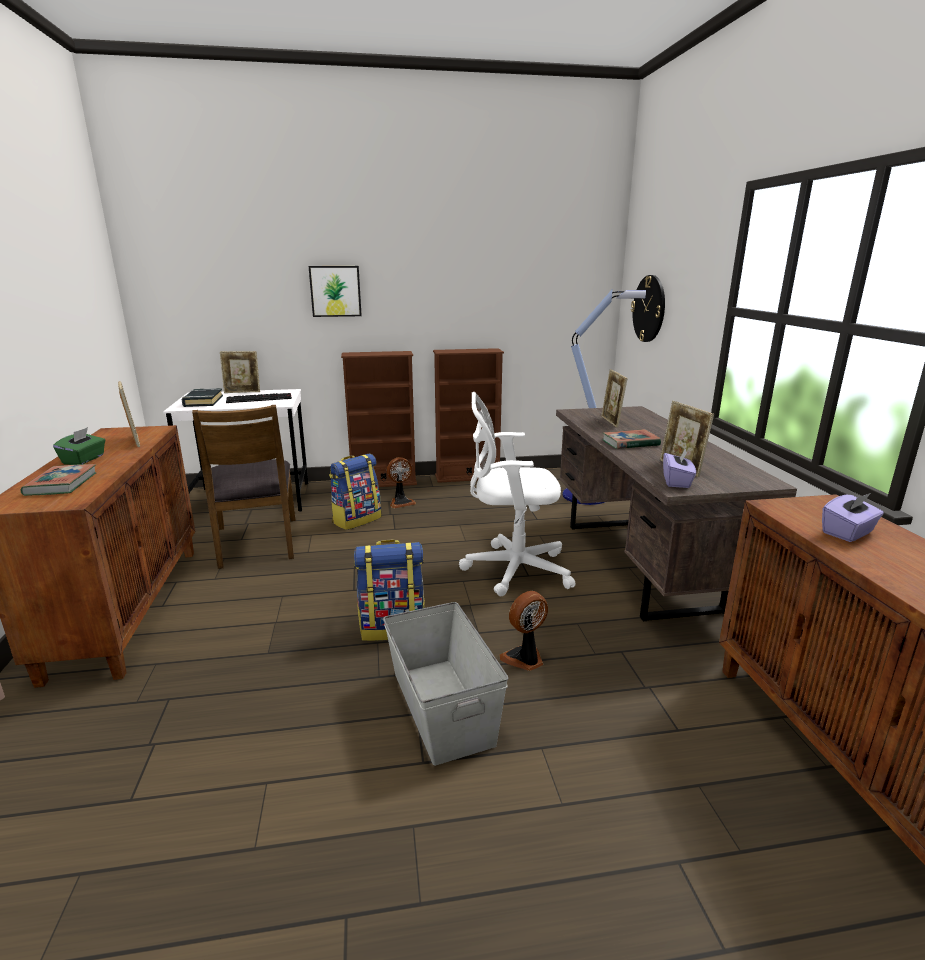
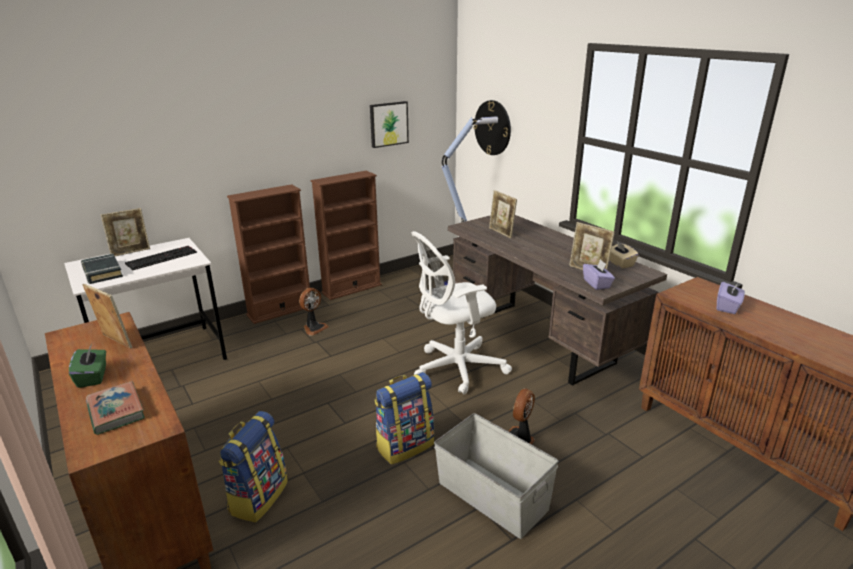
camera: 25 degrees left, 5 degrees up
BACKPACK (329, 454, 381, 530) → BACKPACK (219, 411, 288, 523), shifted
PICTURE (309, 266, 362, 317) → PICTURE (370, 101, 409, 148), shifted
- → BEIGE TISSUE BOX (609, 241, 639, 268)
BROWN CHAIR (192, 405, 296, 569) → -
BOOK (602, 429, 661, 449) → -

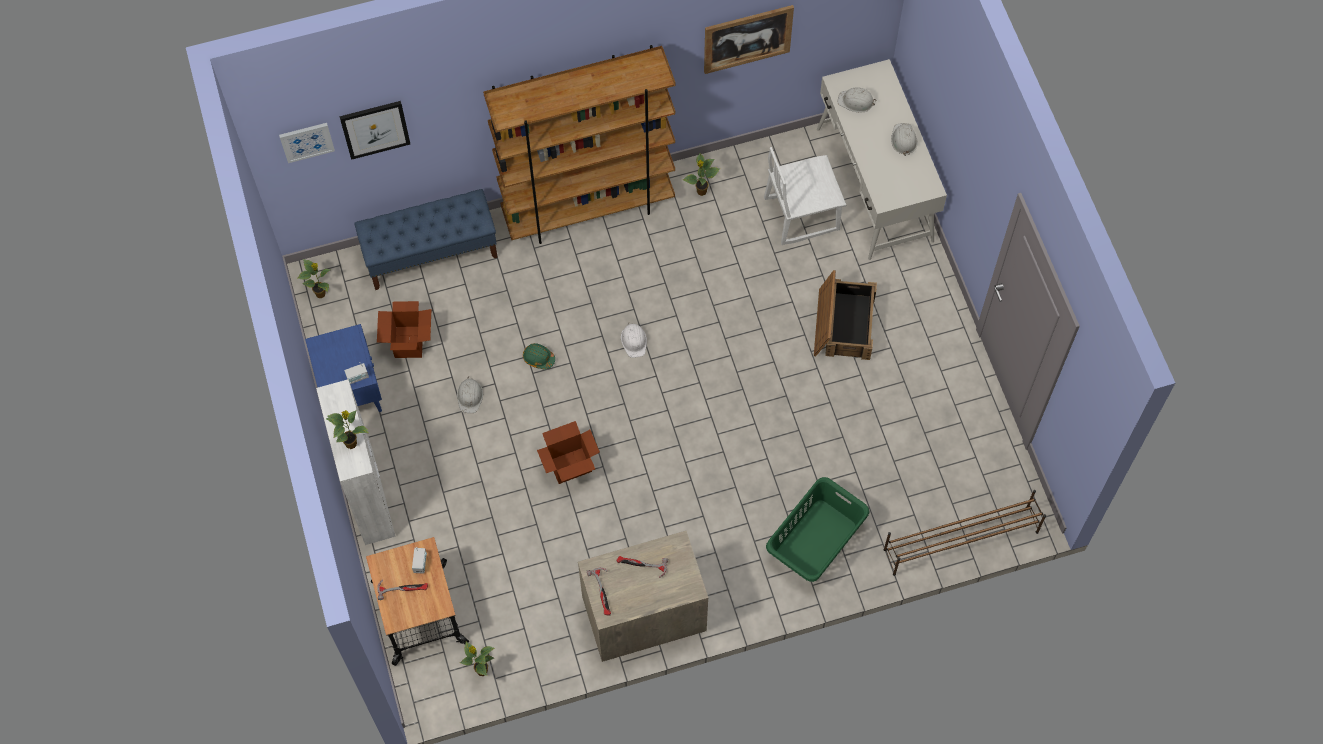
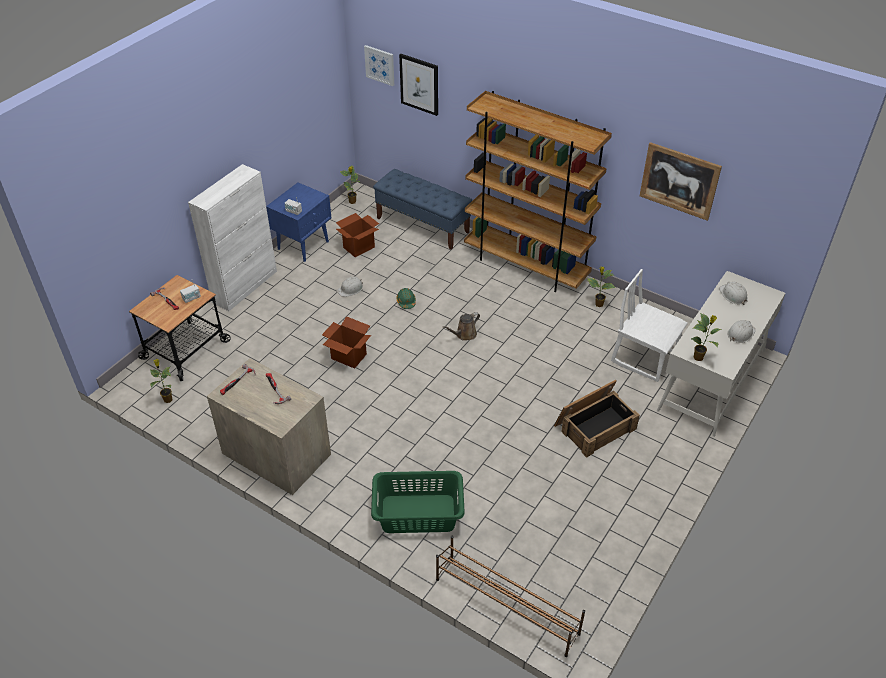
camera: 50 degrees right, 20 degrees down
WHITE HARD HAT (621, 322, 647, 358) → BROWN WATERING CAN (443, 312, 480, 341)
POTTED PLANT (326, 410, 369, 449) → POTTED PLANT (691, 313, 722, 361), shifted

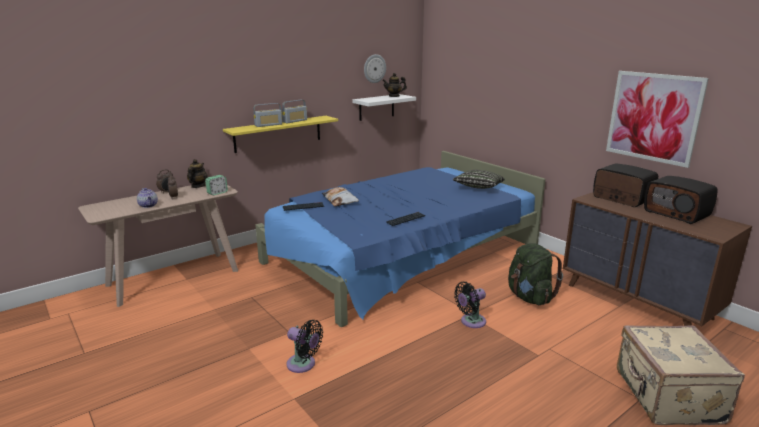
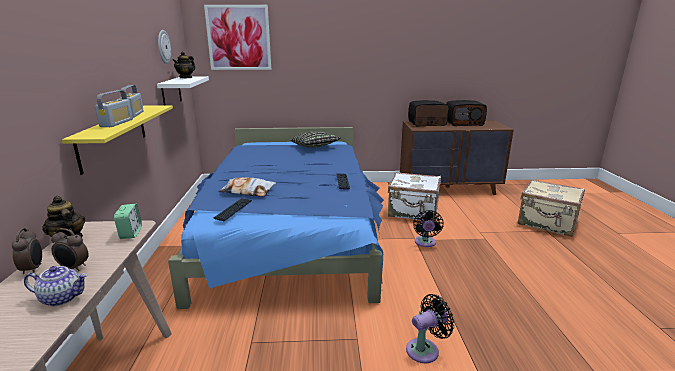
camera: 55 degrees left, 0 degrees up
PICTURE (606, 71, 709, 168) → PICTURE (204, 5, 271, 70), shifted
GREEN BACKPACK (508, 243, 563, 305) → WHITE SUITCASE (388, 172, 441, 222)

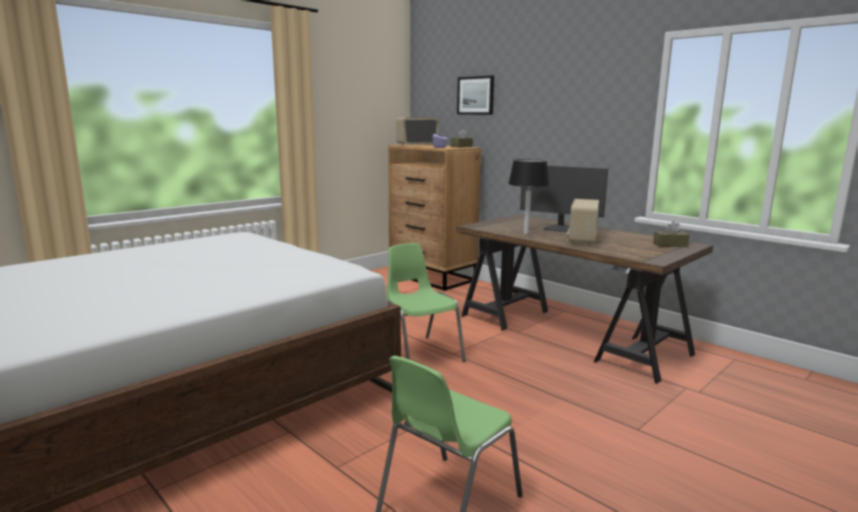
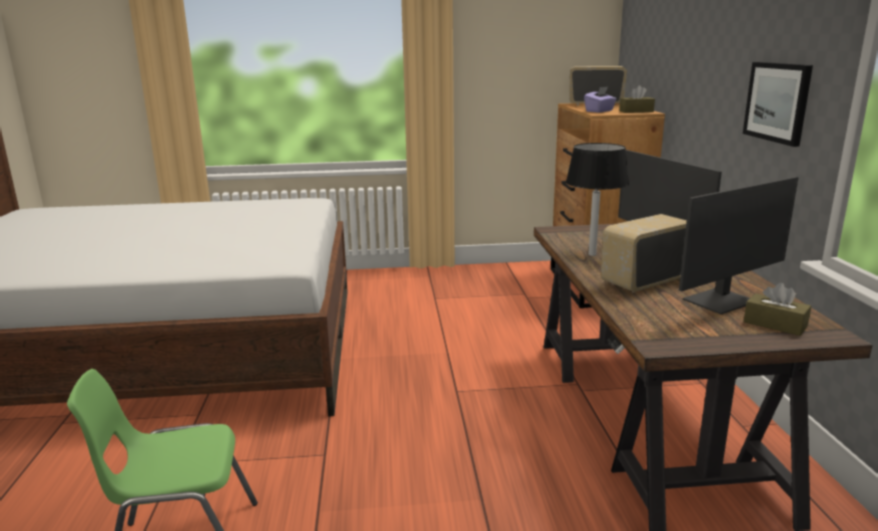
camera: 40 degrees right, 5 degrees up
- → MONITOR (679, 177, 799, 314)
PICTURE (457, 75, 494, 115) → PICTURE (743, 62, 813, 147), shifted
GREEN CHAIR (387, 243, 466, 362) → -

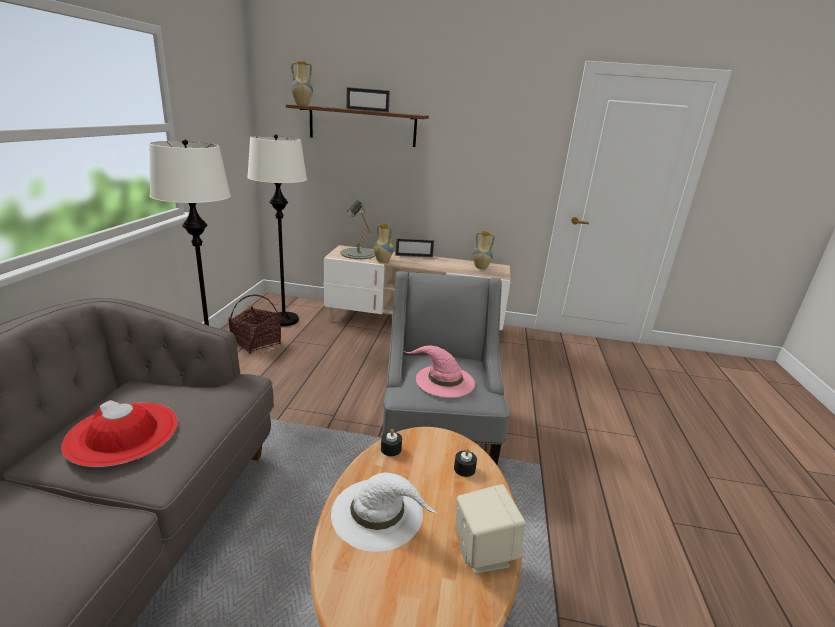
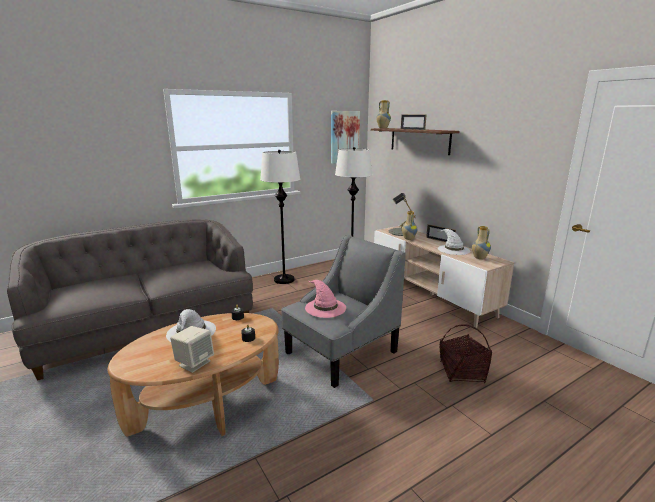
camera: 50 degrees right, 5 degrees down
- → PICTURE (331, 111, 360, 164)
- → WHITE HAT (436, 229, 471, 255)
BASKET (229, 295, 281, 354) → BASKET (440, 324, 492, 383), shifted
RED HAT (61, 400, 178, 467) → -

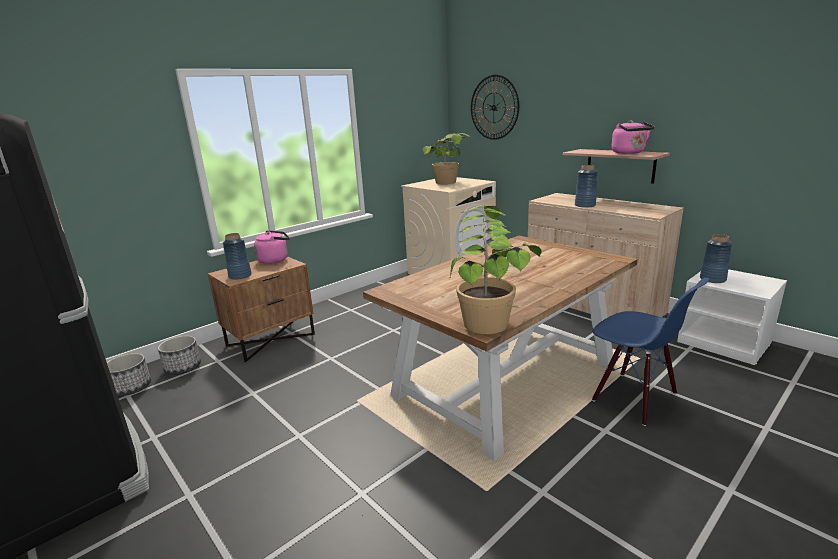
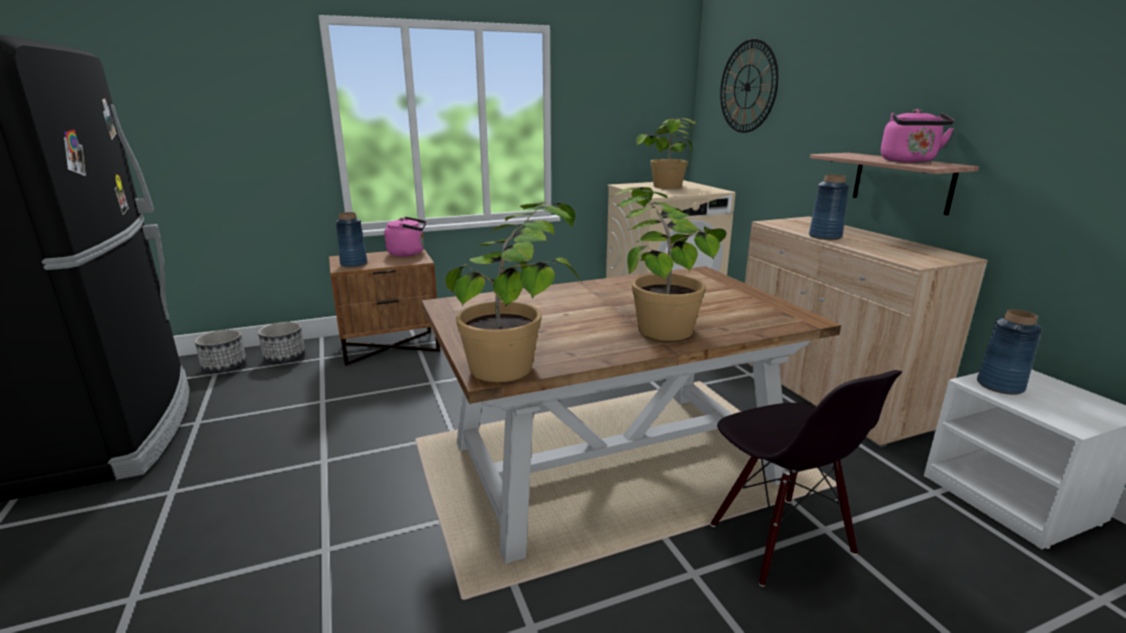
camera: 20 degrees right, 0 degrees up
- → POTTED PLANT (609, 187, 727, 341)
BLUE CHAIR (592, 278, 710, 426) → BLACK CHAIR (711, 370, 902, 587)

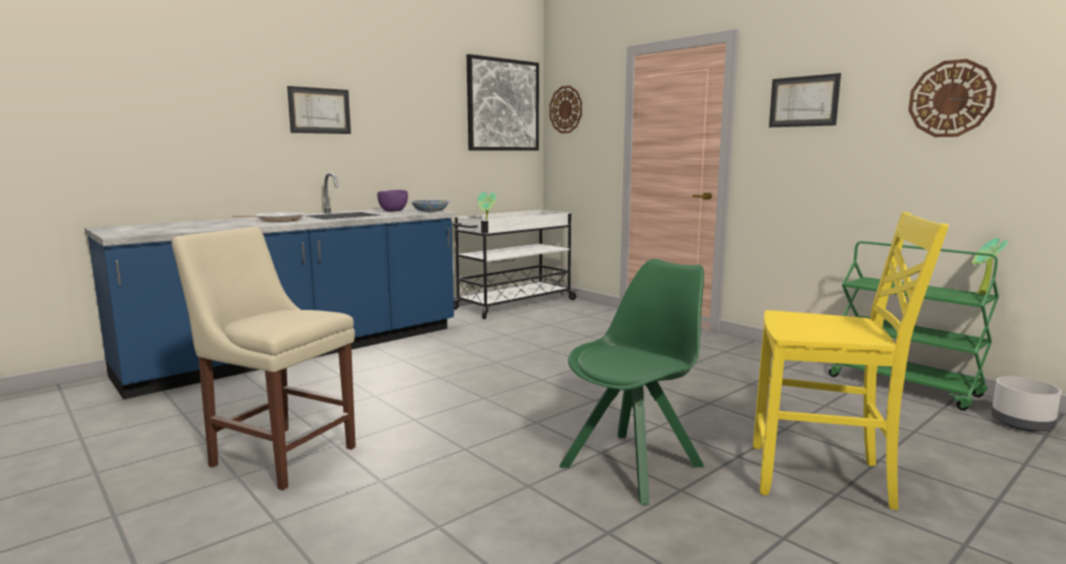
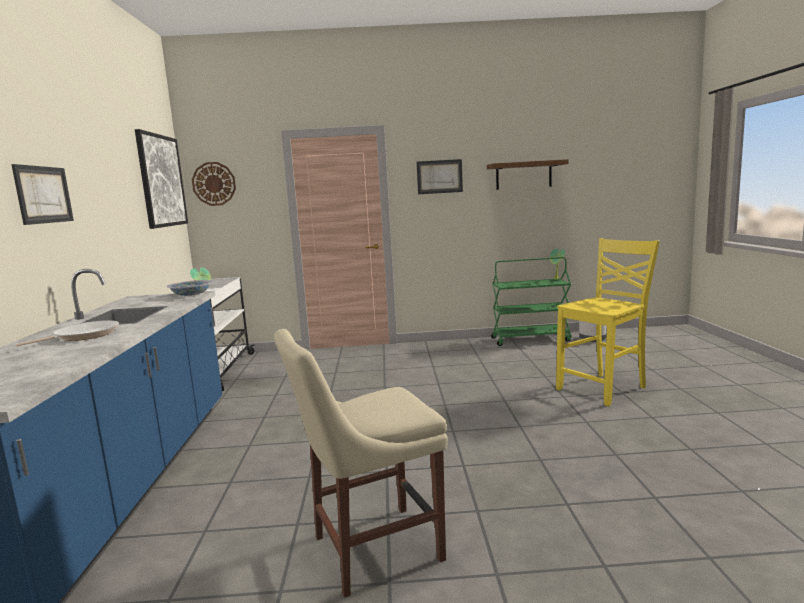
camera: 50 degrees left, 0 degrees up
WALL CLOCK (908, 59, 997, 137) → BROWN SHELF (487, 159, 569, 190)
PURPLE BOWL (377, 190, 408, 212) → -
GREEN CHAIR (559, 259, 704, 505) → -

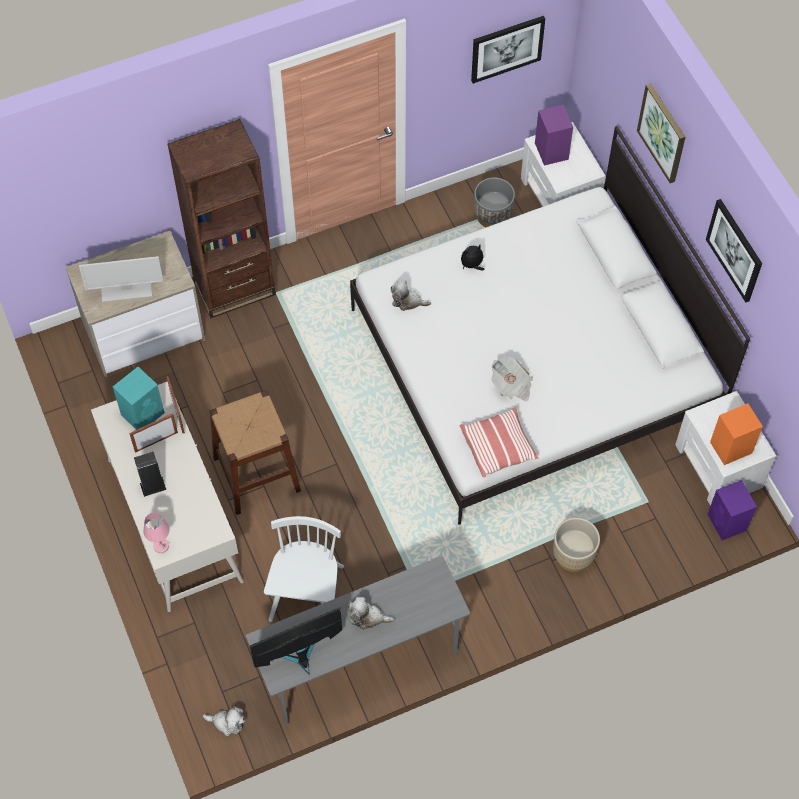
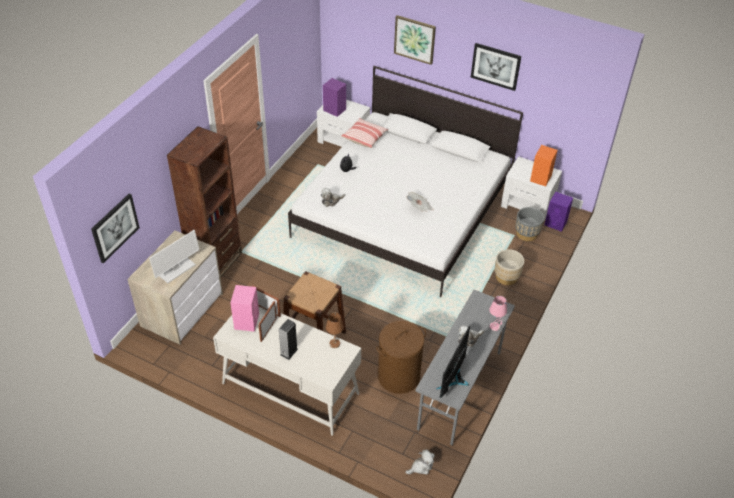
camera: 40 degrees left, 15 degrees down
PICTURE (471, 16, 545, 84) → PICTURE (91, 194, 140, 263), shifted
TURQUOISE SPEAKER (113, 367, 165, 430) → PINK SPEAKER (230, 285, 259, 332)
- → BROWN TABLE LAMP (326, 312, 344, 348)
PILLOW (460, 407, 539, 478) → PILLOW (341, 118, 388, 148), shifted
WHITE CHAIR (264, 516, 344, 622) → BROWN LAUNDRY BASKET (376, 321, 426, 394)
PINK TABLE LAMP (143, 513, 170, 553) → PINK TABLE LAMP (489, 296, 507, 331), shifted
GREY PLANTER (474, 177, 515, 227) → GREY PLANTER (515, 207, 544, 241), shifted

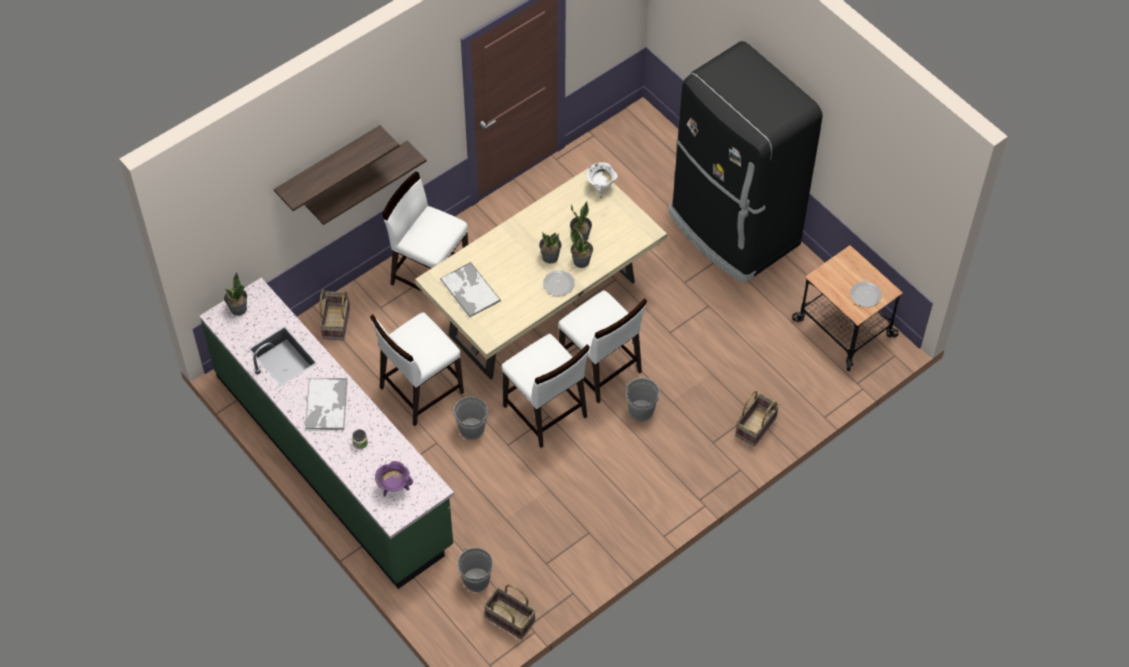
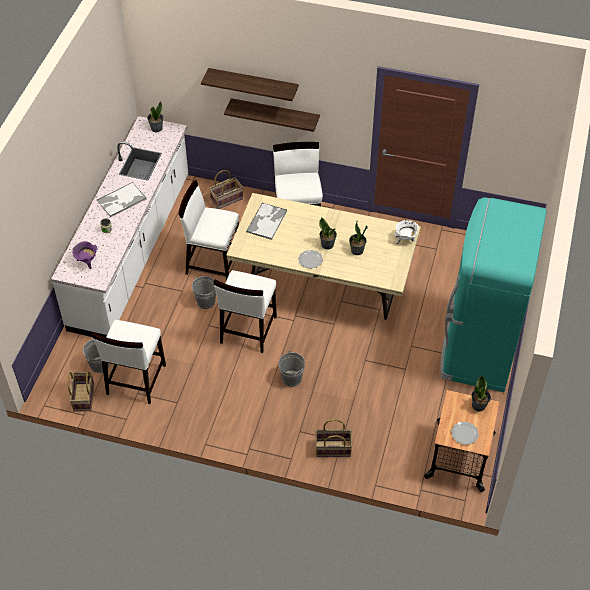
camera: 55 degrees right, 5 degrees down
GREEN COUNTER (199, 278, 454, 589) → WHITE COUNTER (51, 116, 188, 337)
WHITE CHAIR (558, 290, 647, 404) → WHITE CHAIR (91, 320, 166, 404), shifted
BLACK FRIDGE (668, 41, 823, 284) → TURQUOISE FRIDGE (440, 197, 547, 392)
POTTED PLANT (570, 228, 593, 268) → POTTED PLANT (472, 375, 491, 412), shifted

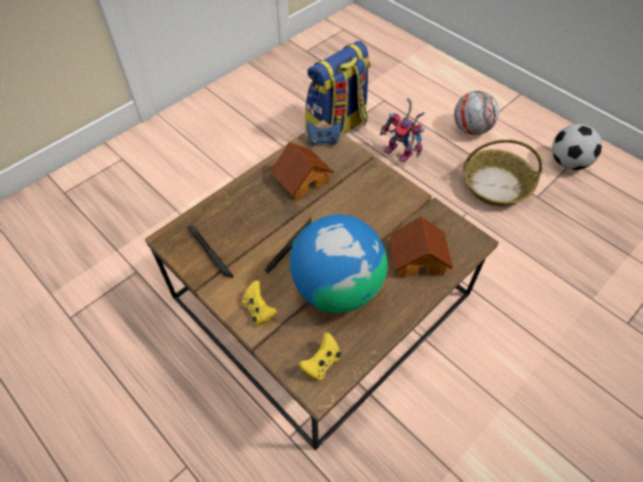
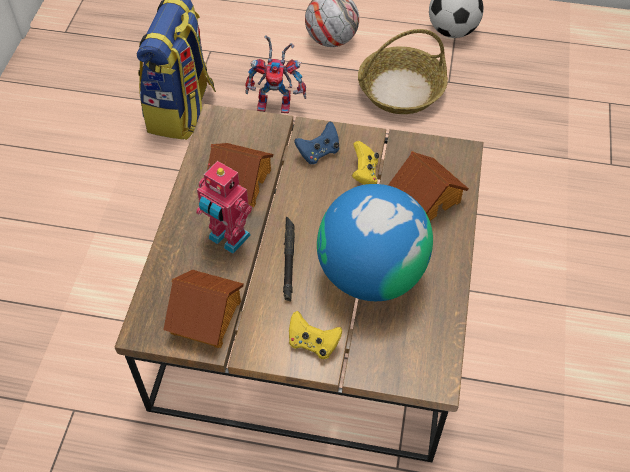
camera: 35 degrees left, 0 degrees up
BLACK FLASHLIGHT (187, 225, 234, 278) → TOY HOUSE (163, 270, 244, 348)
- → TOY ROBOT (196, 161, 252, 254)
BLUE GAME CONTROLLER (307, 122, 341, 145) → BLUE GAME CONTROLLER (294, 122, 339, 164), shifted
YELLOW GAME CONTROLLER (298, 332, 341, 381) → YELLOW GAME CONTROLLER (352, 141, 379, 185), shifted

